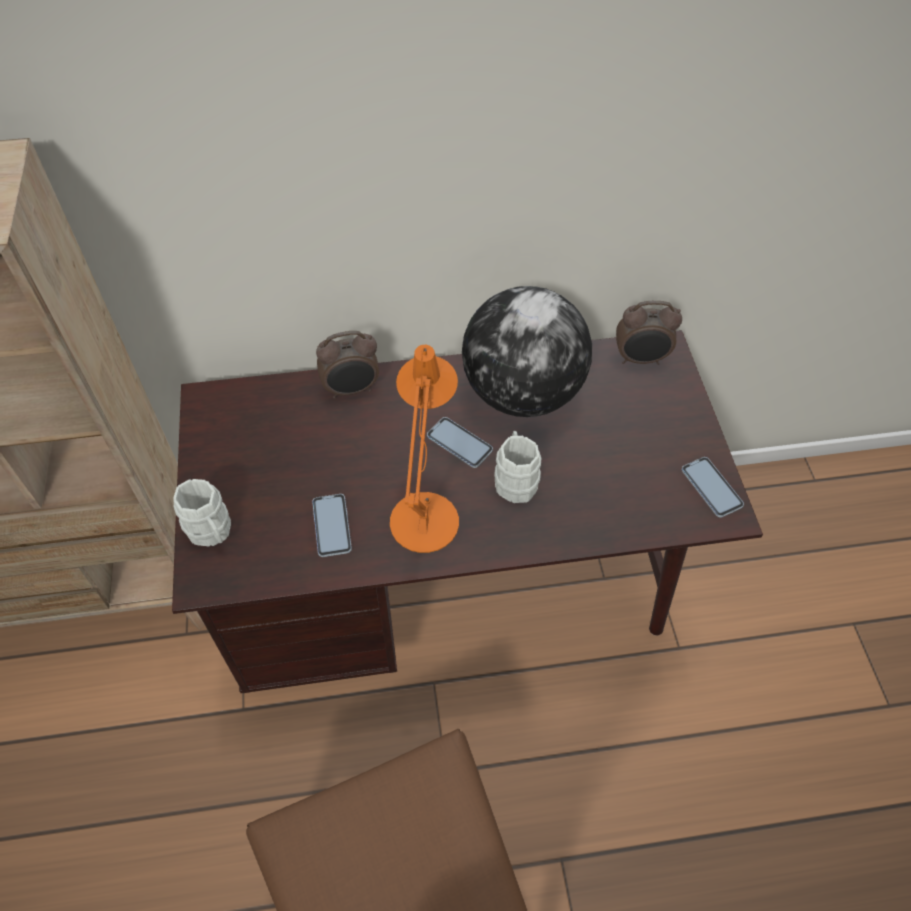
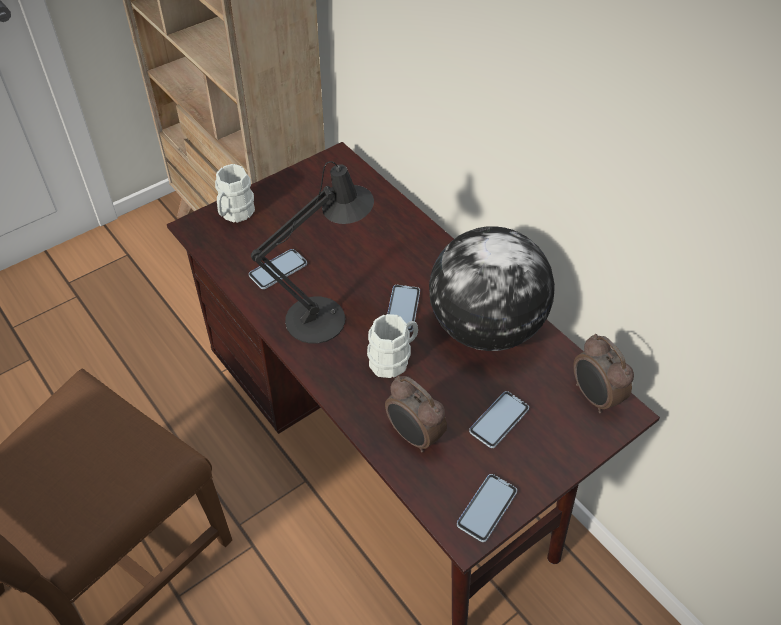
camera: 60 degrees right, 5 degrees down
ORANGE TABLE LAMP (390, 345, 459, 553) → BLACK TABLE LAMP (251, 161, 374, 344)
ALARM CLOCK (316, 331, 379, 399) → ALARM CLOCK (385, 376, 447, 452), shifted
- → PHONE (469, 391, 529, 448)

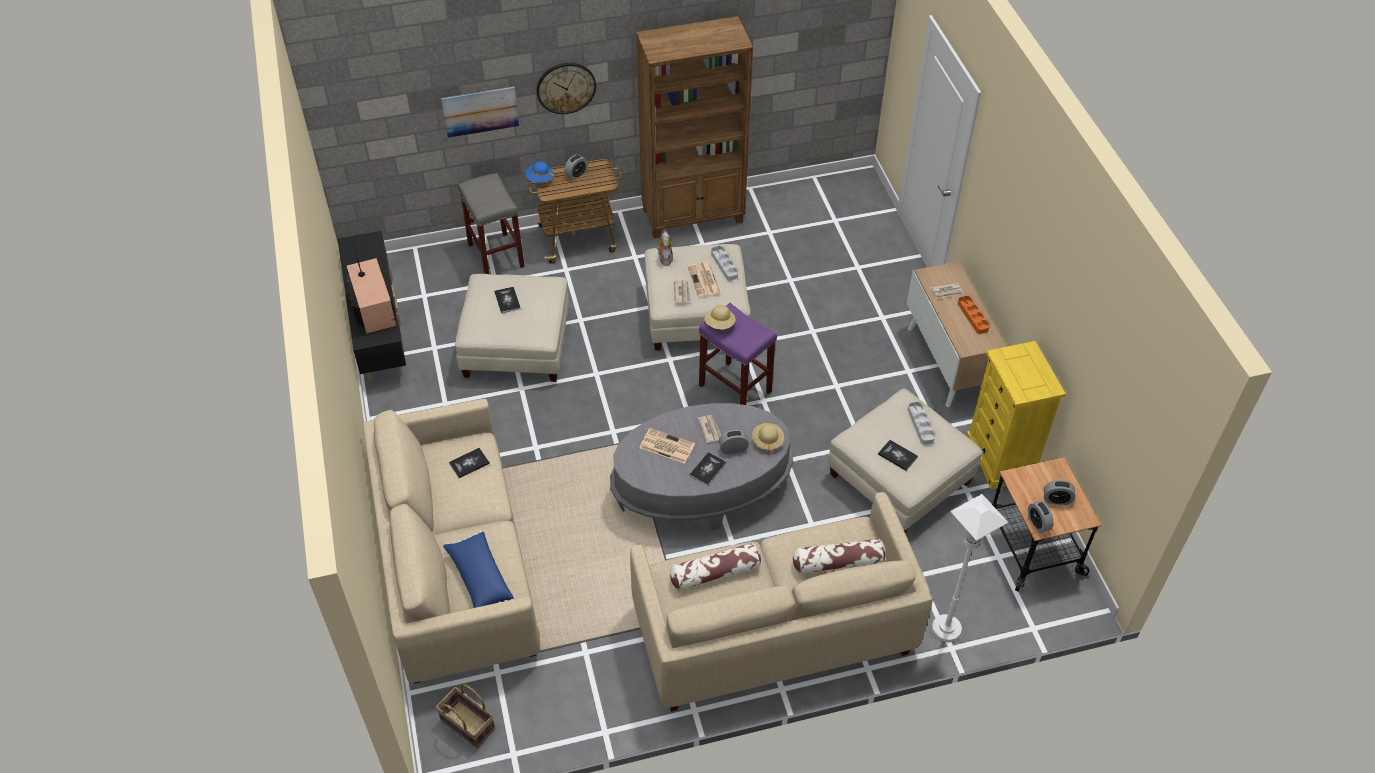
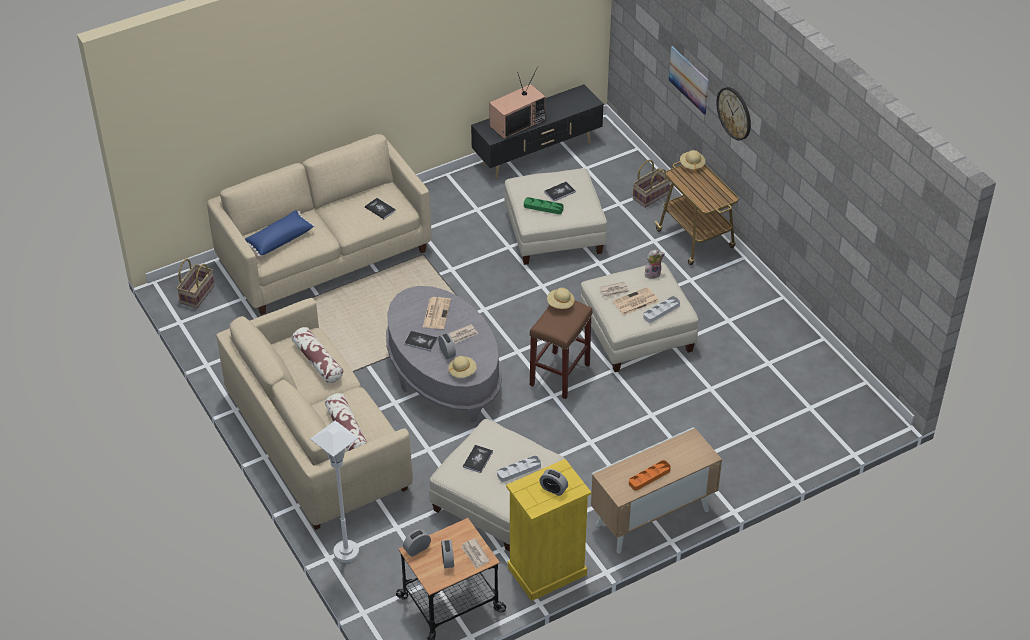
camera: 75 degrees right, 5 degrees down
NEWSPAPER (930, 282, 964, 299) → NEWSPAPER (461, 538, 490, 569), shifted
- → GREEN TRAY (524, 197, 563, 214)
PURPLE STOOL (699, 303, 777, 405) → BROWN STOOL (530, 300, 593, 399)
ALARM CLOCK (564, 154, 588, 180) → ALARM CLOCK (539, 469, 568, 496), shifted
GREY STOOL (458, 173, 525, 274) → BASKET (633, 160, 671, 208)
BLUE HAT (525, 162, 554, 183) → BEIGE HAT (680, 150, 705, 173)
BROWN BOOKCASE (636, 16, 753, 238) → -

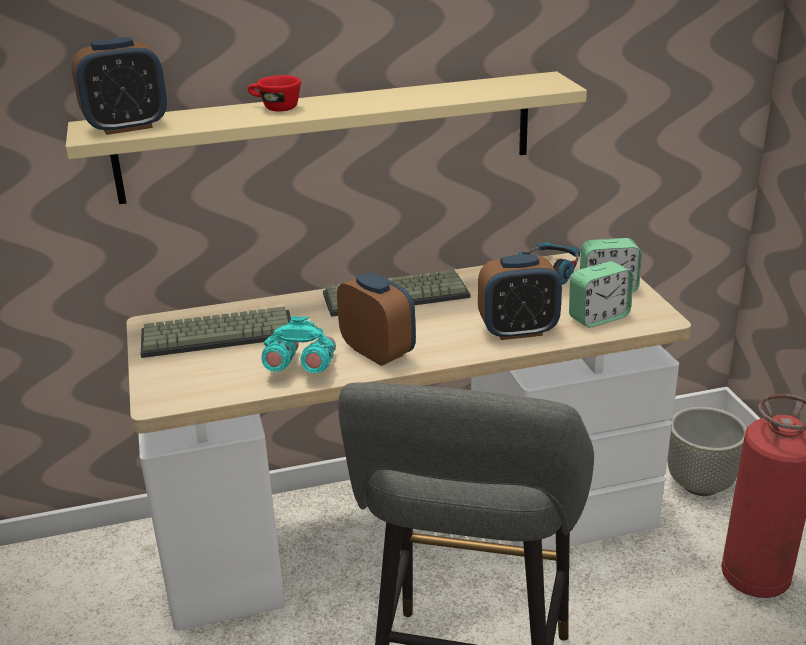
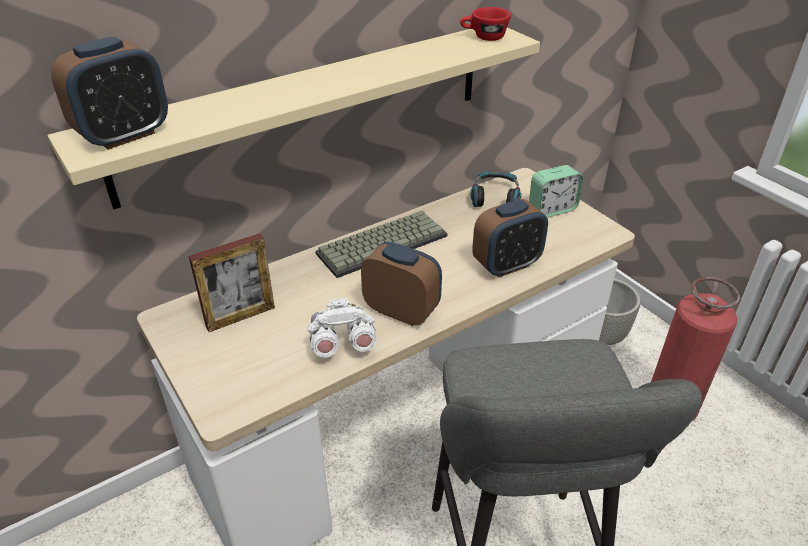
camera: 20 degrees left, 10 degrees up
KEYBOARD (141, 306, 291, 358) → PICTURE FRAME (189, 233, 275, 332)
TURQUOISE BINOCULARS (261, 316, 336, 373) → WHITE BINOCULARS (307, 298, 377, 358)
RED CUP (248, 75, 301, 111) → RED CUP (460, 7, 511, 41), shifted
ALARM CLOCK (569, 261, 633, 328) → -

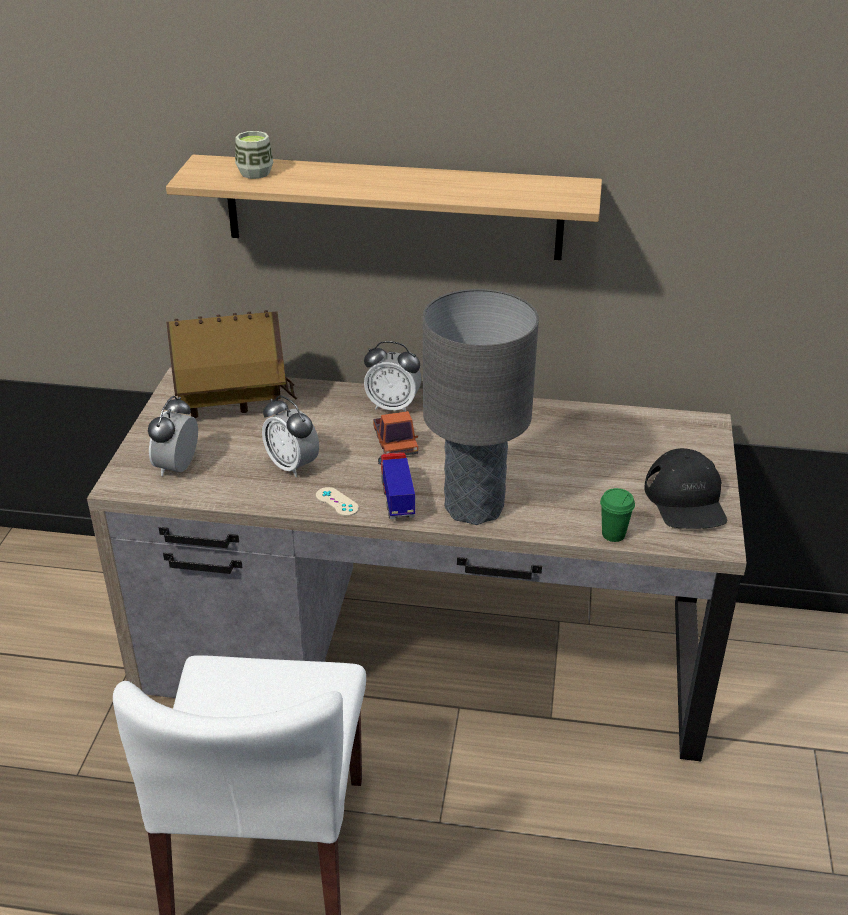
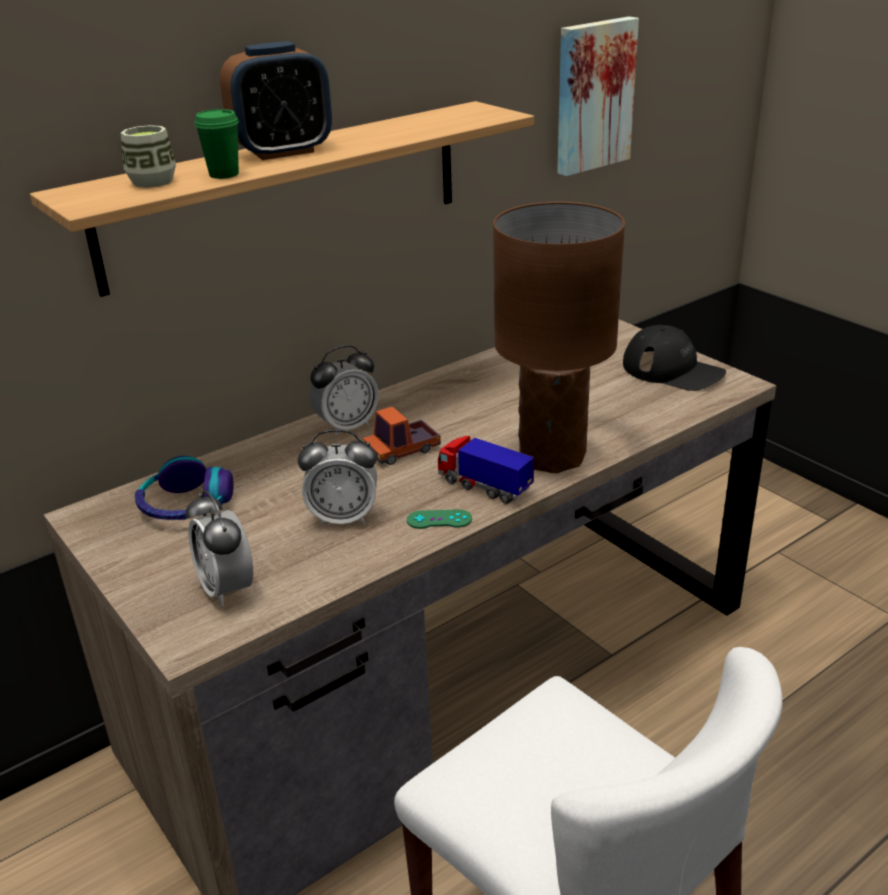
camera: 45 degrees left, 5 degrees down
TOY HOUSE (166, 310, 297, 418) → HEADPHONES (135, 456, 233, 520)
GREEN CUP (600, 488, 635, 542) → GREEN CUP (195, 109, 239, 179), shifted
- → ALARM CLOCK (220, 41, 332, 160)
TOY TRUCK (373, 411, 418, 455) → TOY TRUCK (363, 406, 441, 465), 120 degrees clockwise
BEIGE GAME CONTROLLER (316, 487, 359, 516) → GREEN GAME CONTROLLER (407, 509, 472, 529)
GREY TABLE LAMP (423, 289, 539, 525) → BROWN TABLE LAMP (493, 202, 625, 473)
- → PICTURE (557, 16, 639, 176)

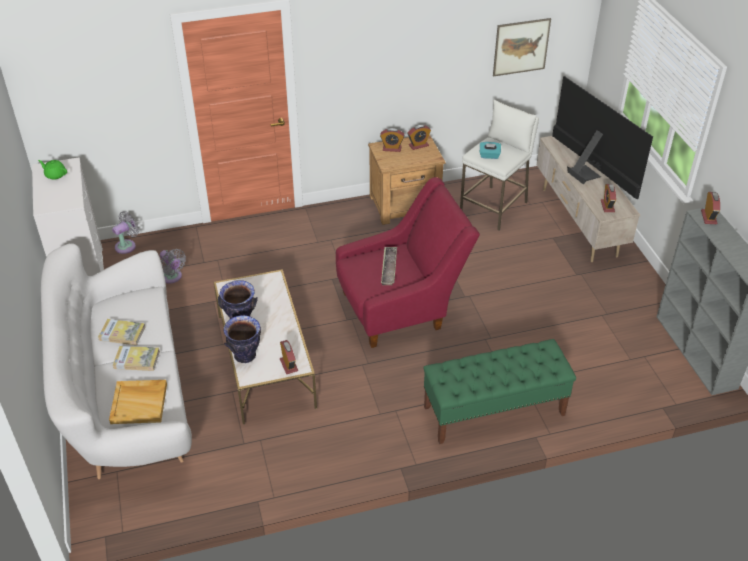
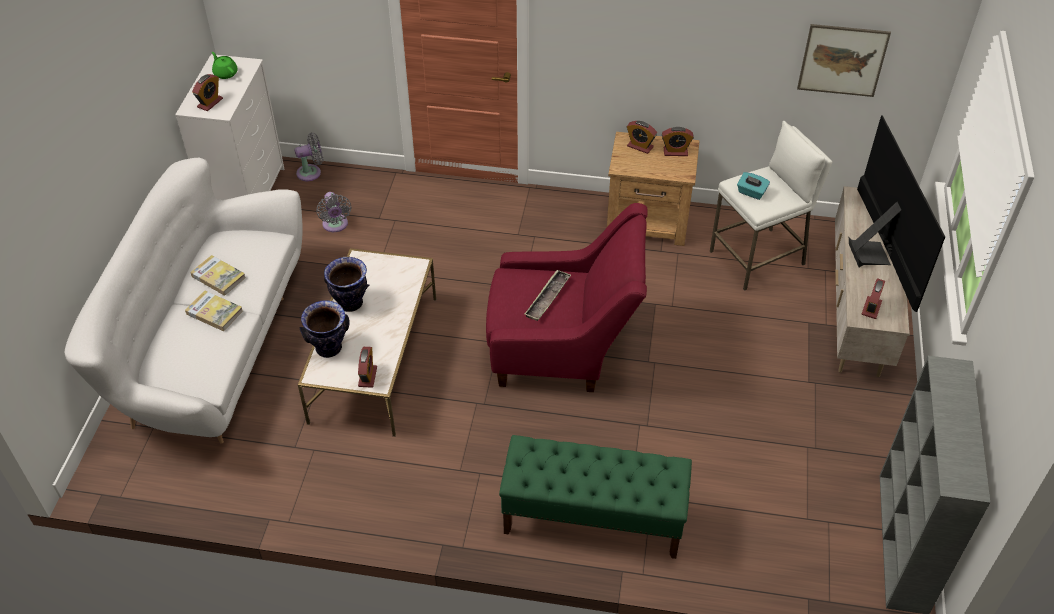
camera: 25 degrees right, 5 degrees up
ALARM CLOCK (701, 192, 720, 224) → ALARM CLOCK (192, 74, 223, 111), shifted
BEIGE TRAY (109, 380, 167, 424) → -

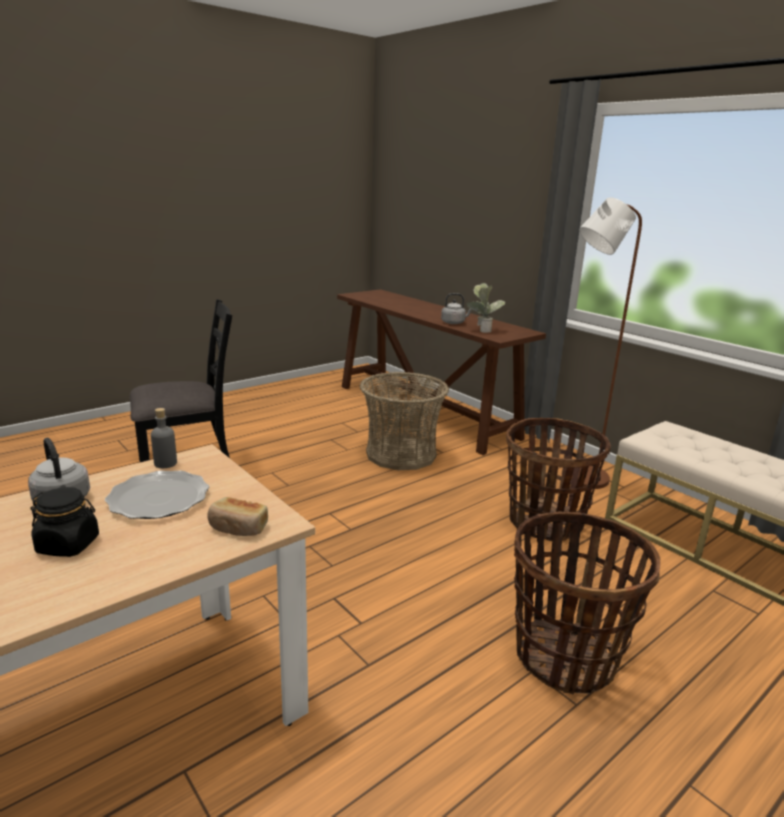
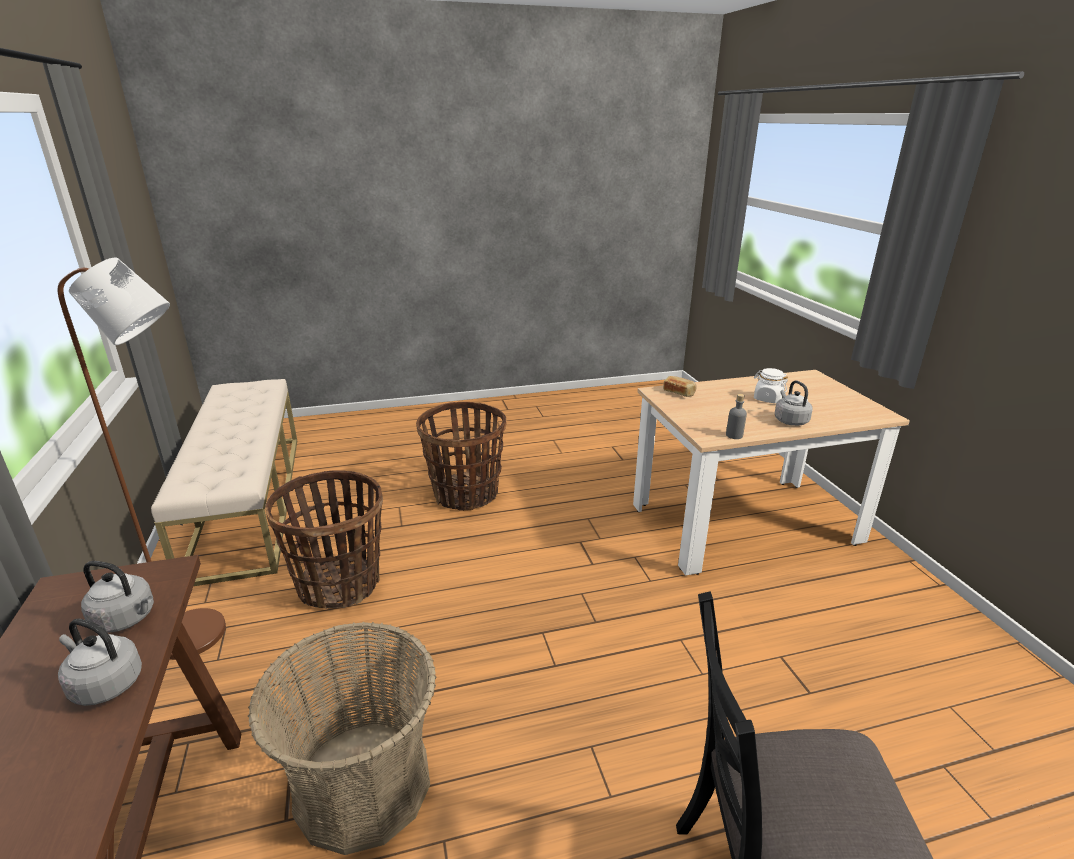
camera: 155 degrees left, 5 degrees up
POTTED PLANT (466, 283, 505, 333) → GREY KETTLE (81, 561, 154, 633)
BLACK JAR (31, 487, 99, 557) → WHITE JAR (754, 368, 788, 403)
PLATE (105, 471, 209, 519) → -

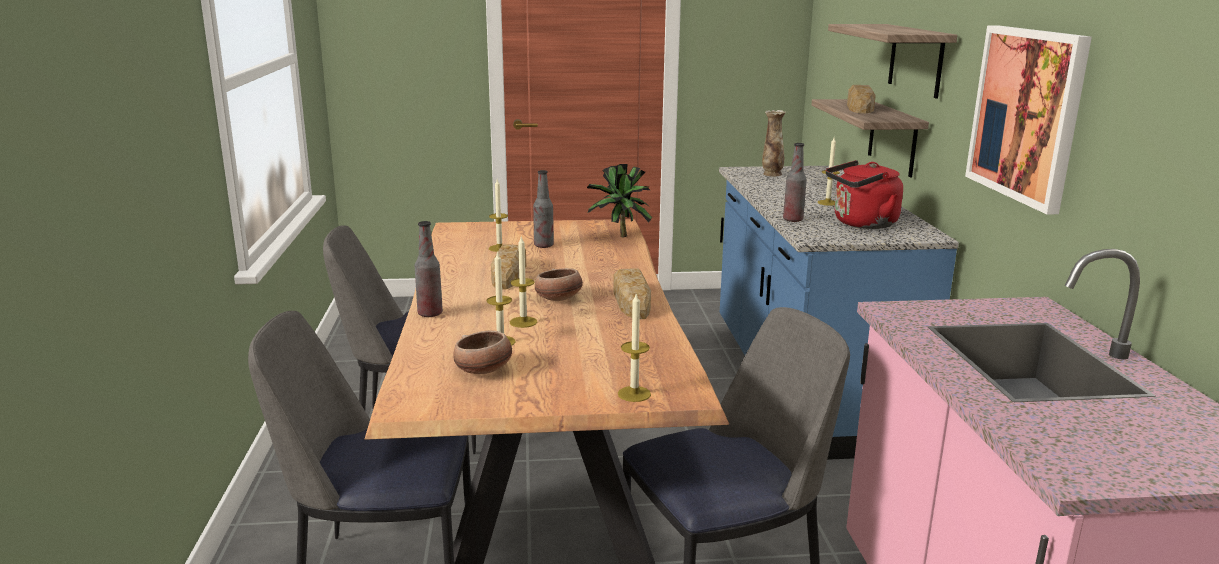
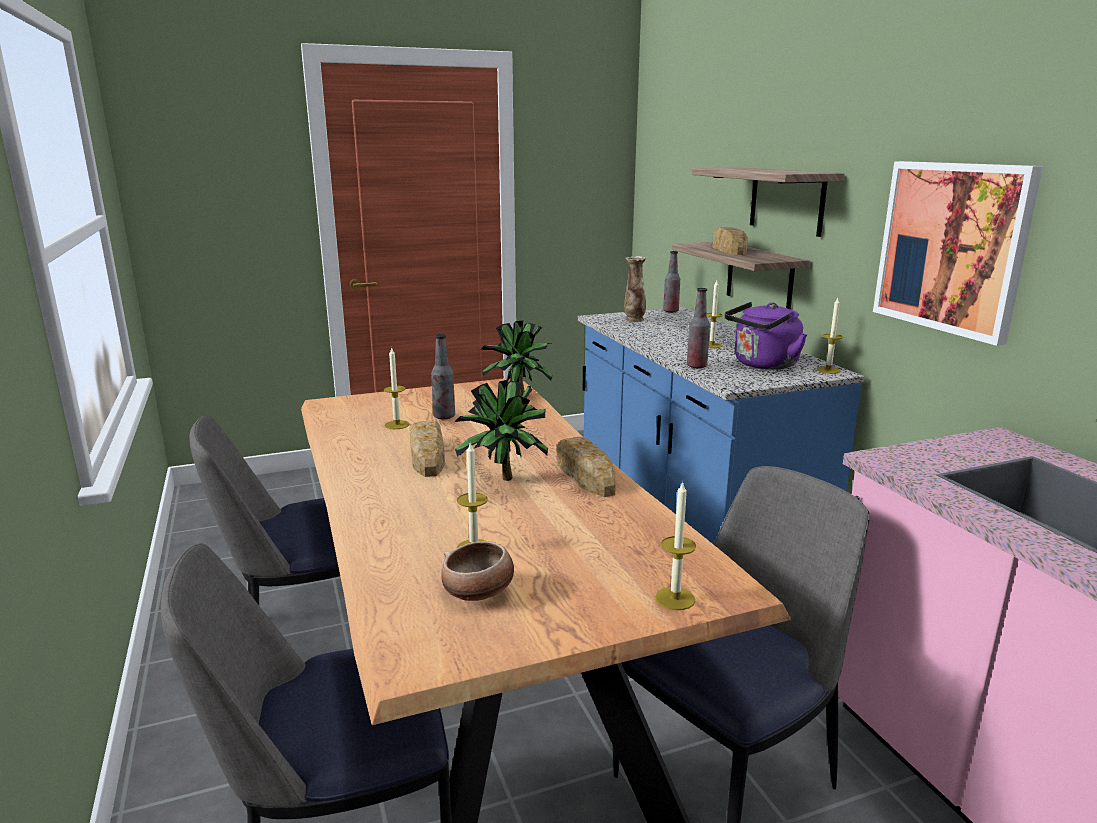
camera: 15 degrees left, 0 degrees up
BOWL (535, 268, 583, 301) → POTTED PLANT (454, 380, 549, 481)
BOTTLE (415, 221, 443, 317) → BOTTLE (663, 251, 680, 313), shifted
RED KETTLE (826, 160, 903, 229) → PURPLE KETTLE (725, 302, 807, 370)
CANDLE (510, 237, 537, 328) → CANDLE (817, 298, 843, 374), shifted

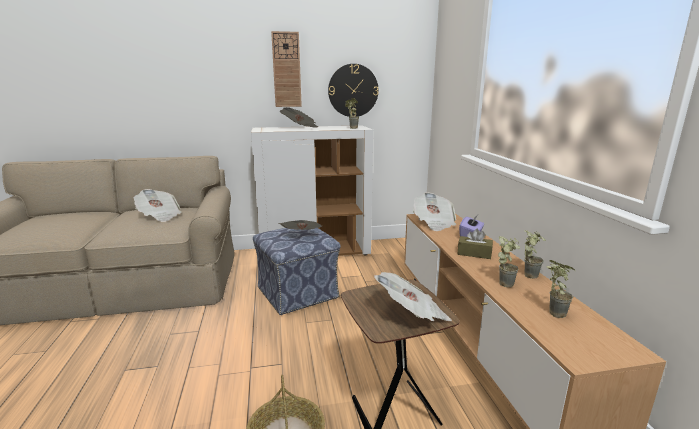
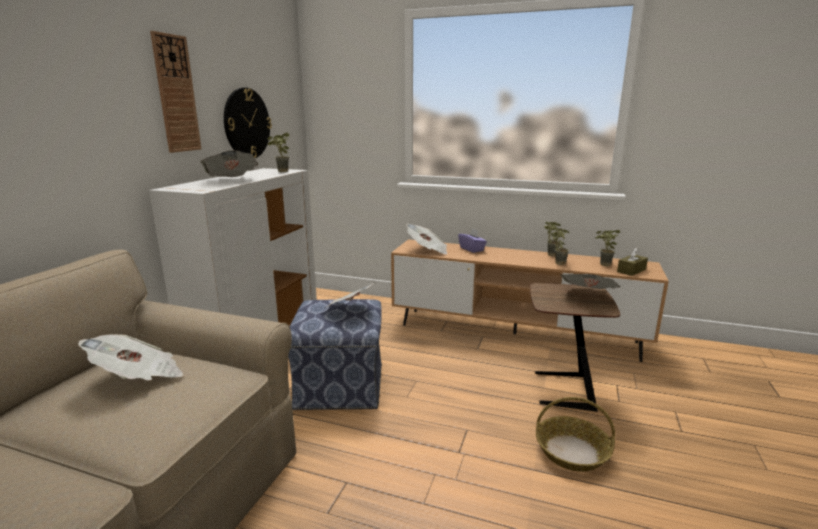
camera: 60 degrees left, 0 degrees up
BROWN TISSUE BOX (457, 229, 493, 259) → BROWN TISSUE BOX (617, 247, 648, 276), shifted

